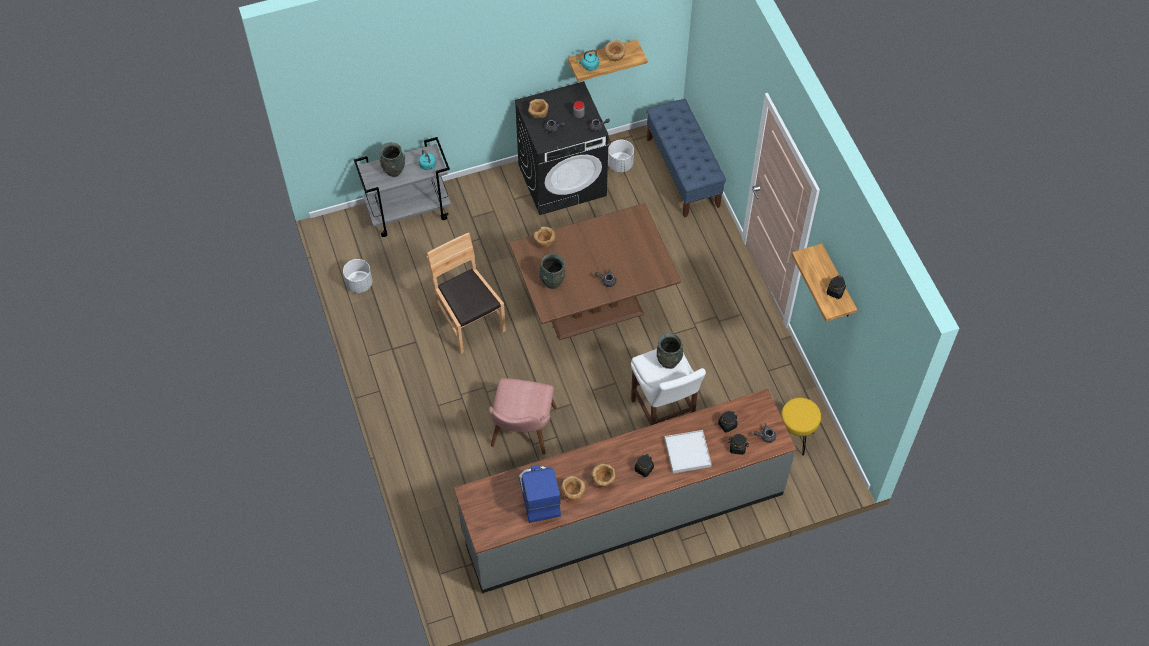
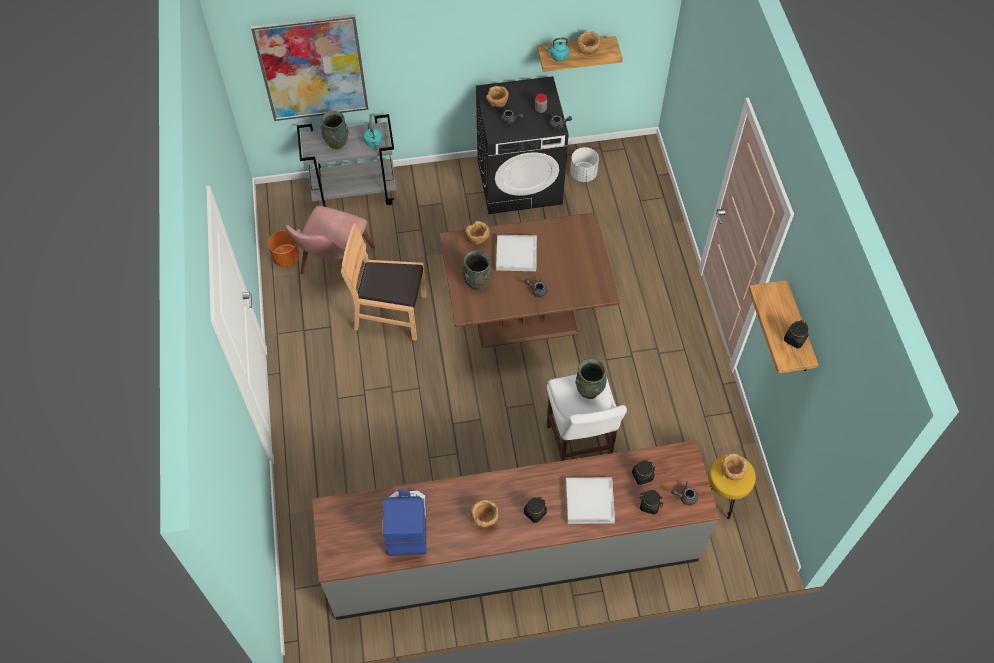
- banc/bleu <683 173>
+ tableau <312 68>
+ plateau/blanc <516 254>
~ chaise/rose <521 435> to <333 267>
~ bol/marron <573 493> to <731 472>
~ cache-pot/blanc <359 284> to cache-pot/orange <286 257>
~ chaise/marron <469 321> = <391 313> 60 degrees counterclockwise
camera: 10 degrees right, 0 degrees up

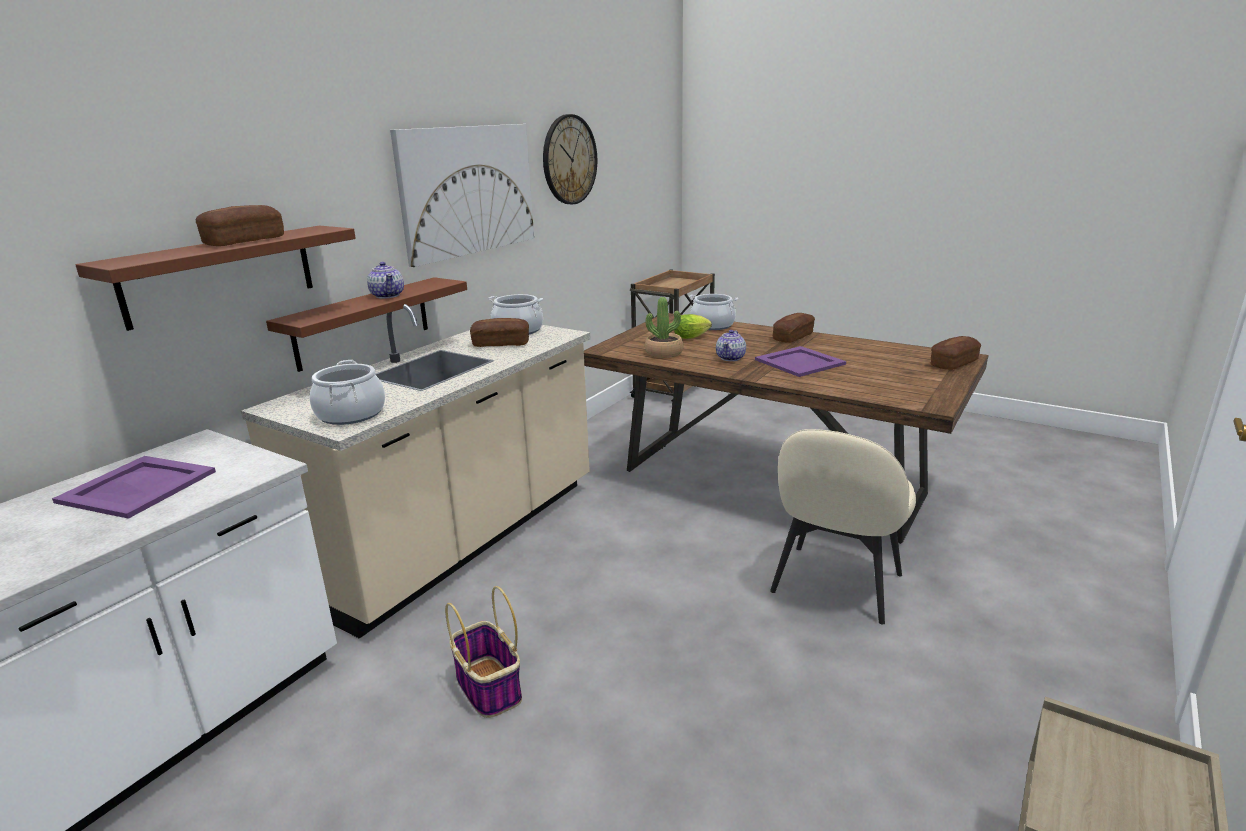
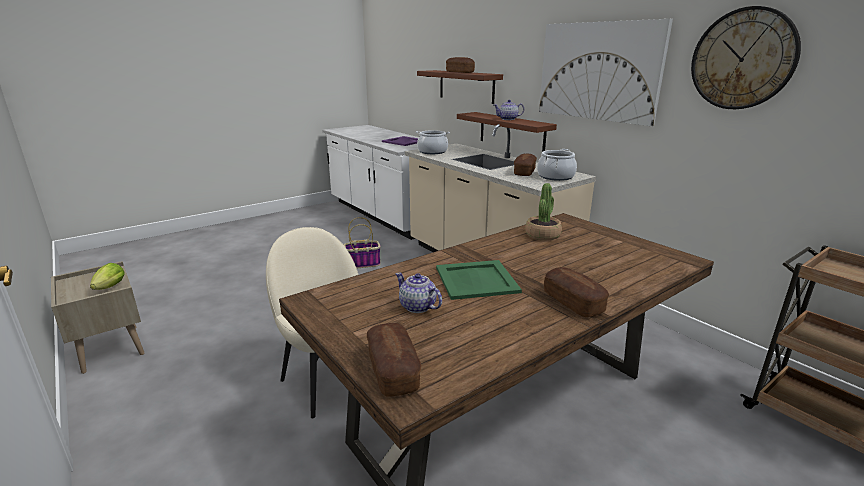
- marmite <712 325>
~ laitue <693 337> to <109 288>
~ théière <731 358> to <418 307>
~ plateau/violet <799 362> to plateau/vert <477 280>
camera: 110 degrees right, 0 degrees up

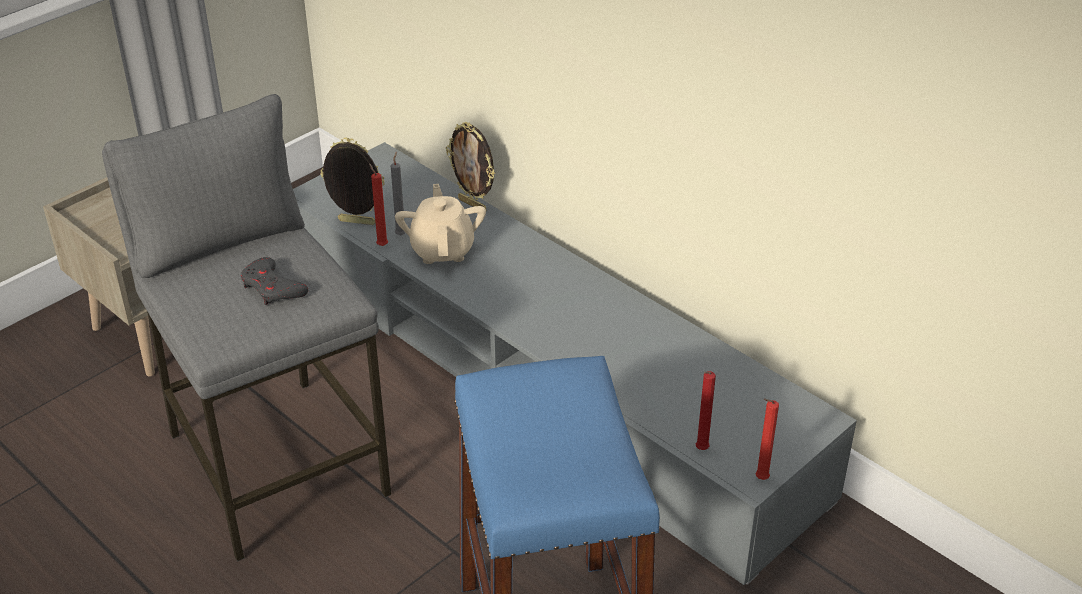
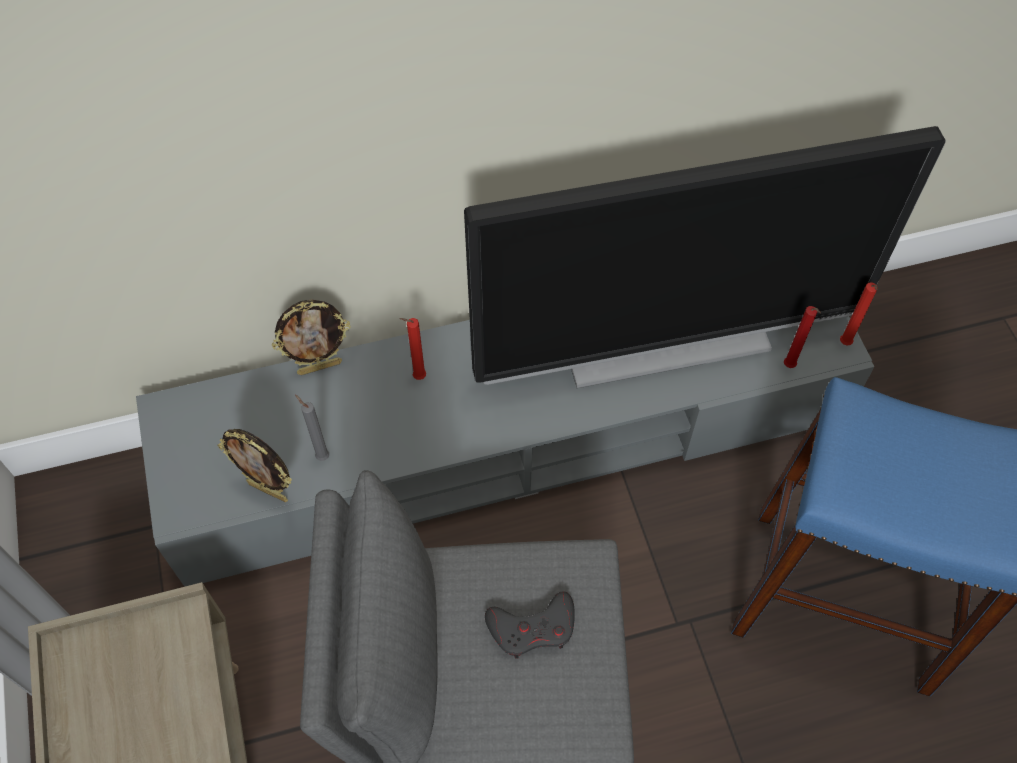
- théière/beige <442 250>
+ téléviseur <665 343>
~ bougie/rouge <381 245> to <417 377>
~ cadre photo <356 223> = <269 490> 105 degrees counterclockwise
camera: 60 degrees left, 20 degrees up

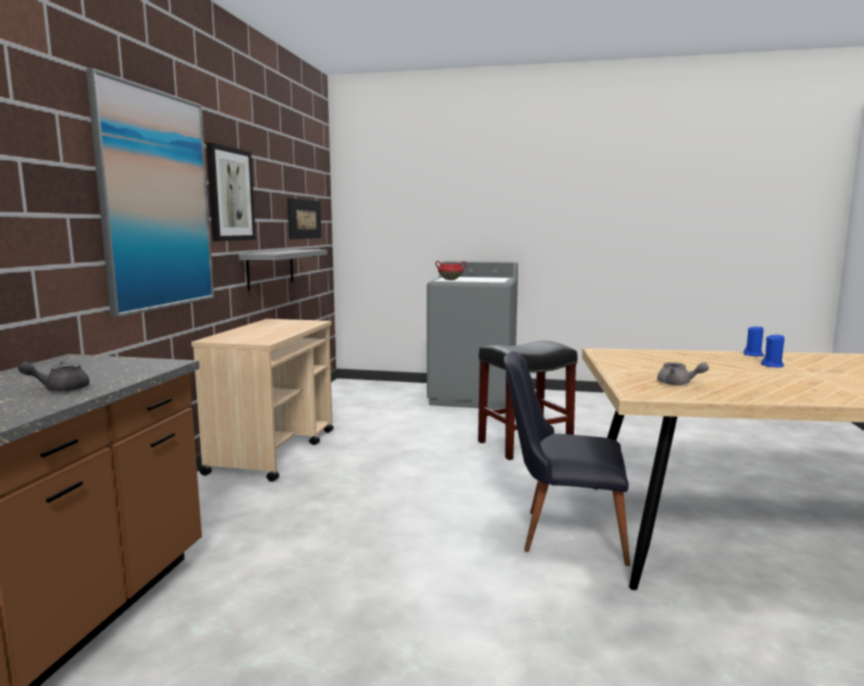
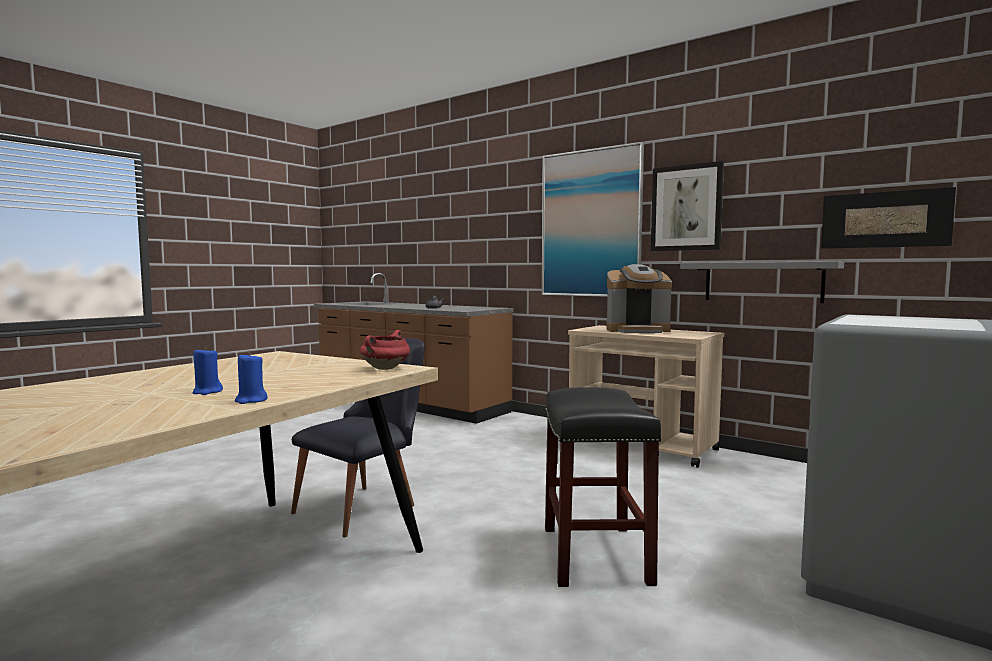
- théière/gris <678 383>
+ machine à café <637 330>
~ marmite/rouge <451 280> to <385 369>
camera: 115 degrees right, 5 degrees down

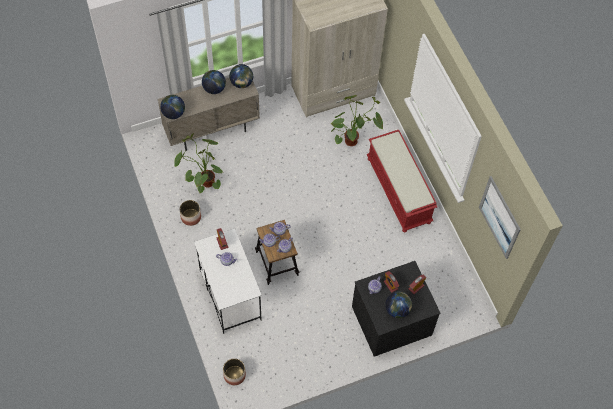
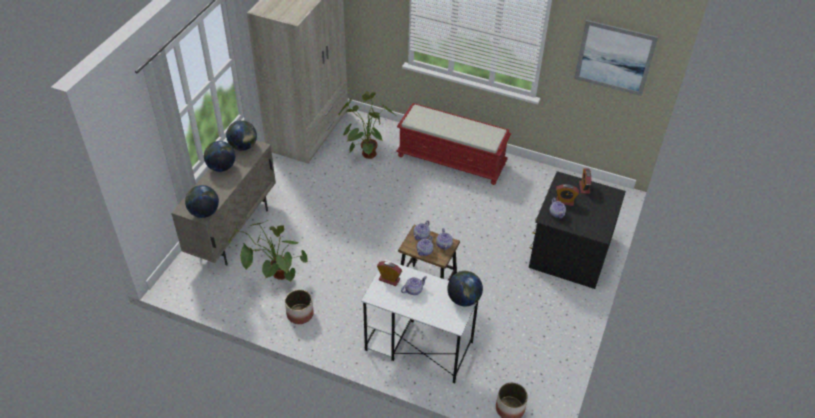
~ globe <397 310> to <464 299>
camera: 45 degrees left, 15 degrees down

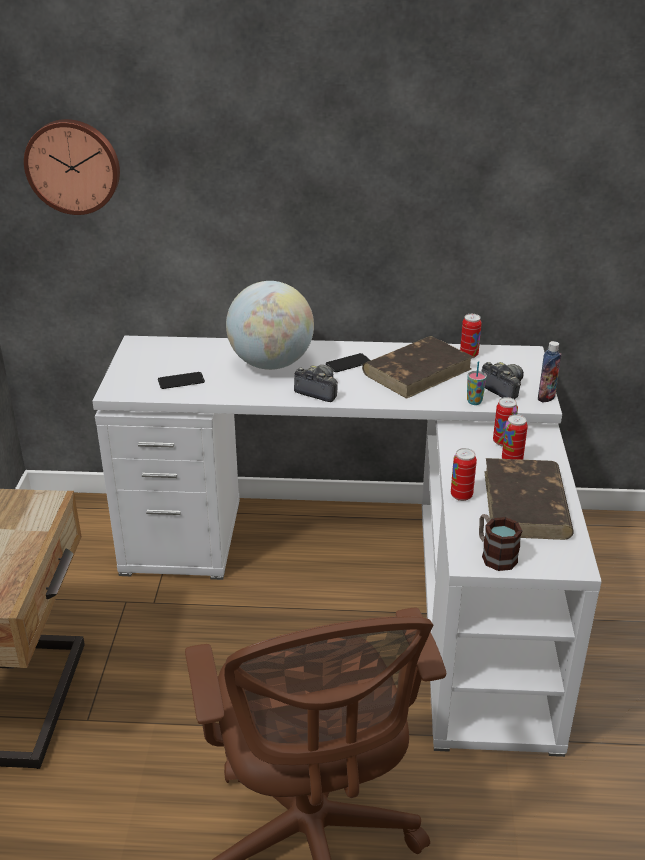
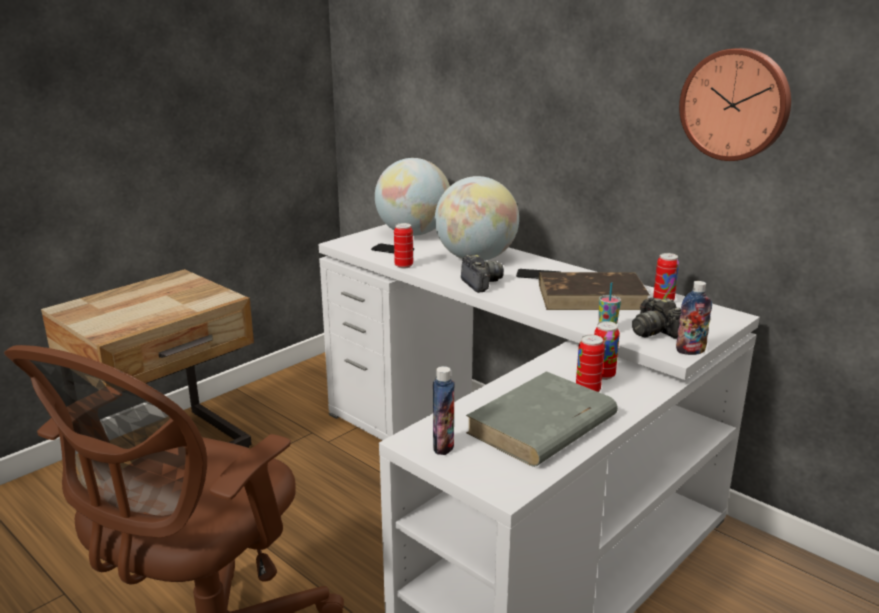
+ globe <413 233>
~ horloge murale <73 166> to <735 104>
~ boîte métallique <461 496> to <403 266>
~ mug <494 555> to bouteille <443 446>
~ livre/marron <526 505> to livre/gris <541 426>
~ appareil photo <503 389> = <654 331> 150 degrees clockwise
camera: 40 degrees right, 10 degrees down

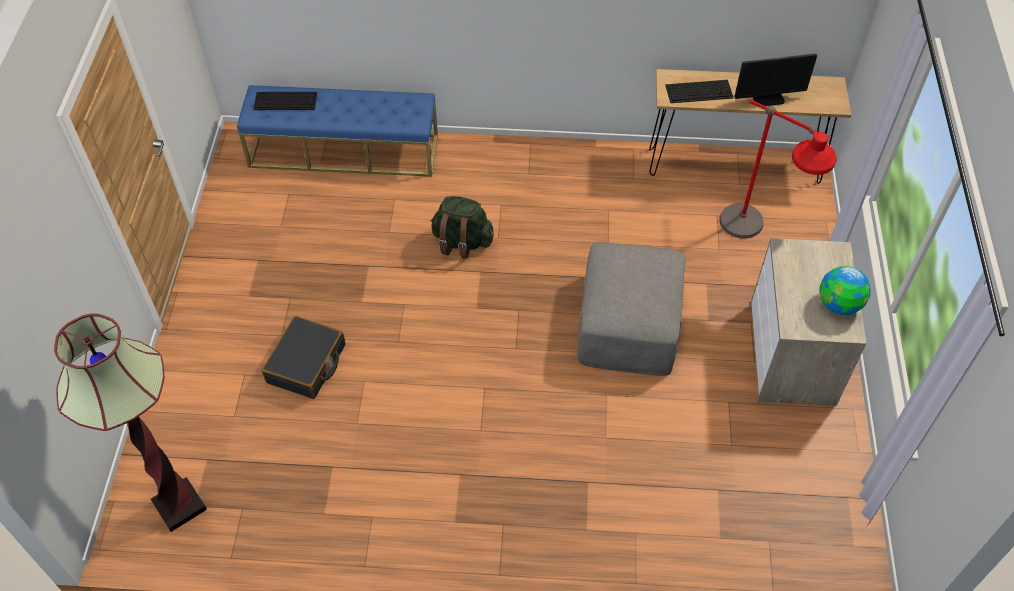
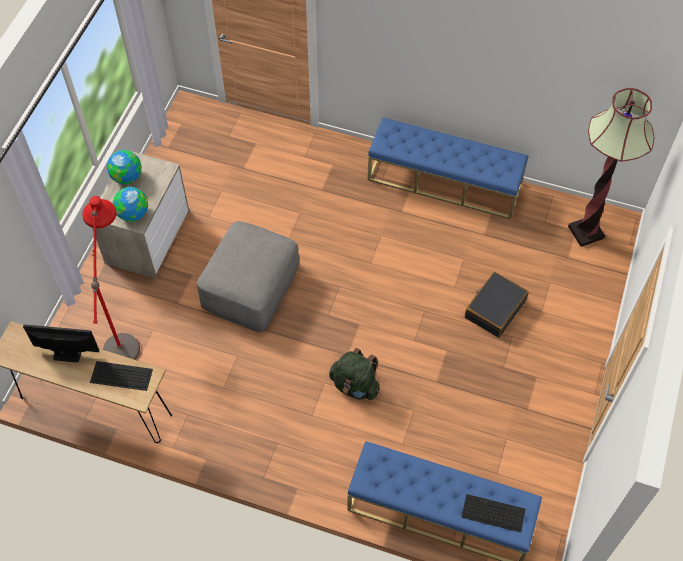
+ globe <133 214>
+ banc/bleu <444 182>
camera: 165 degrees left, 5 degrees up

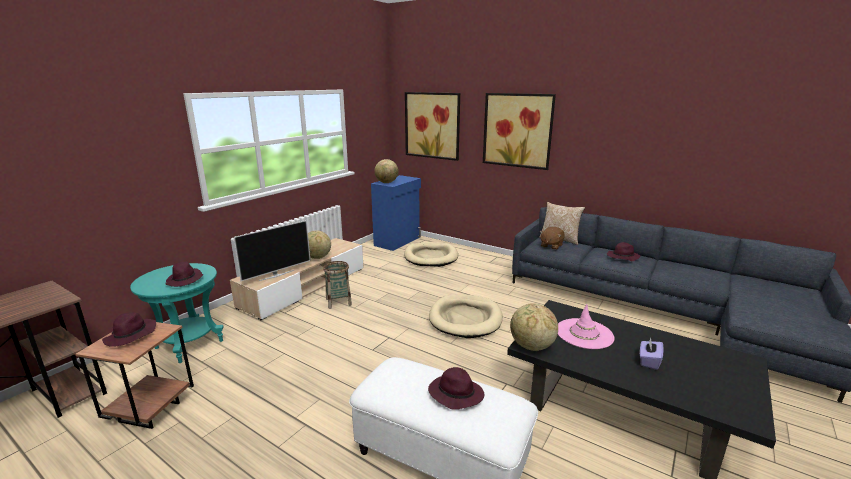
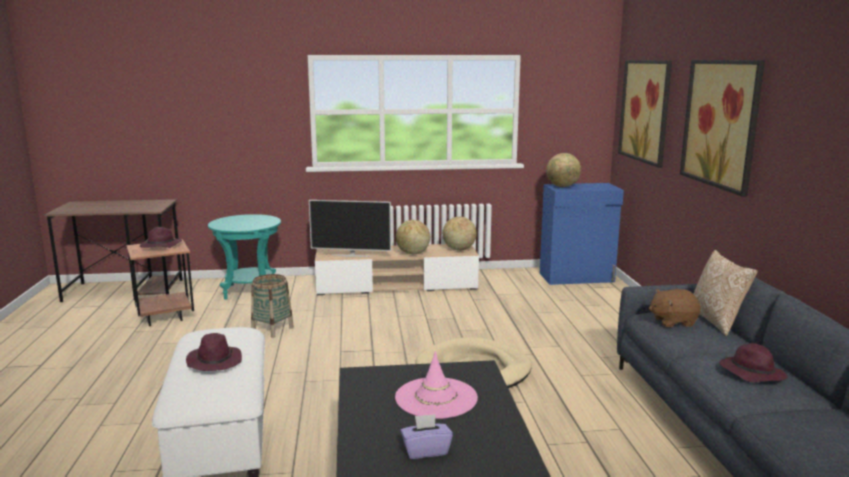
- chapeau/violet <185 280>
- panier pour chien/beige <431 257>
~ panier <338 302> to <272 329>
~ globe <531 346> to <459 249>
camera: 50 degrees right, 5 degrees down

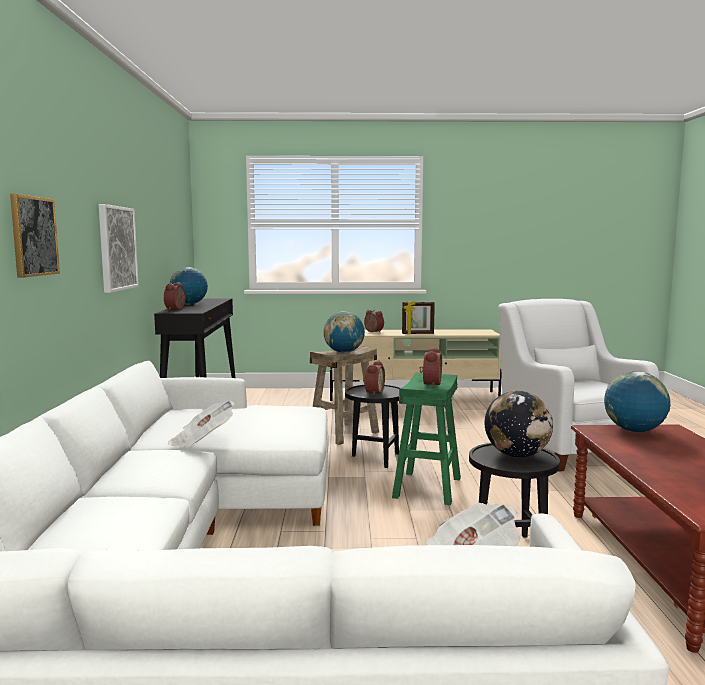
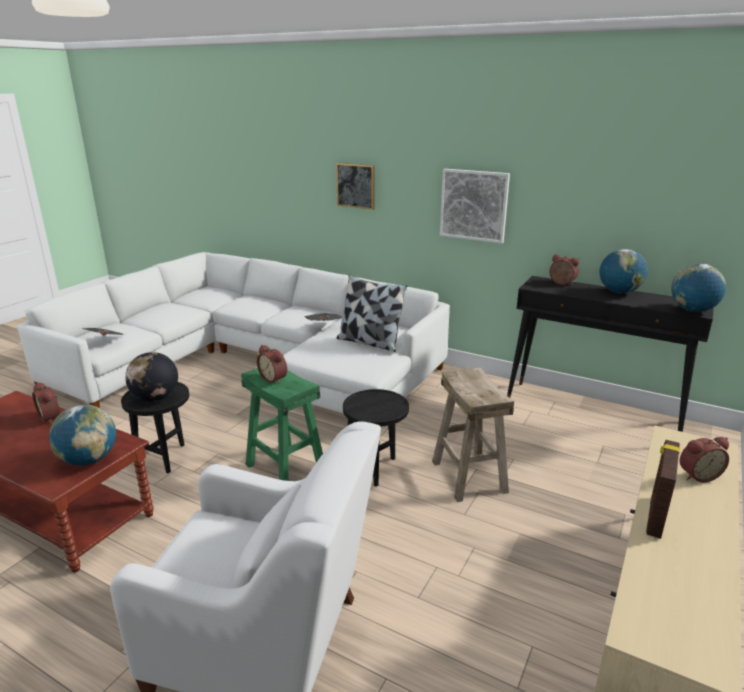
+ coussin <369 342>
~ globe <344 352> to <692 310>
~ réveil <373 392> to <52 417>
camera: 120 degrees right, 15 degrees up

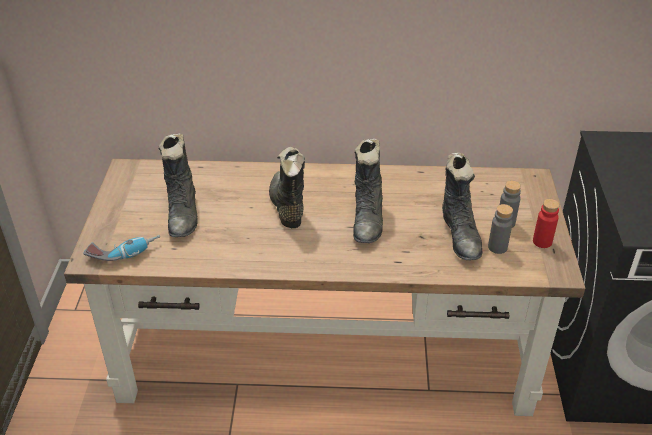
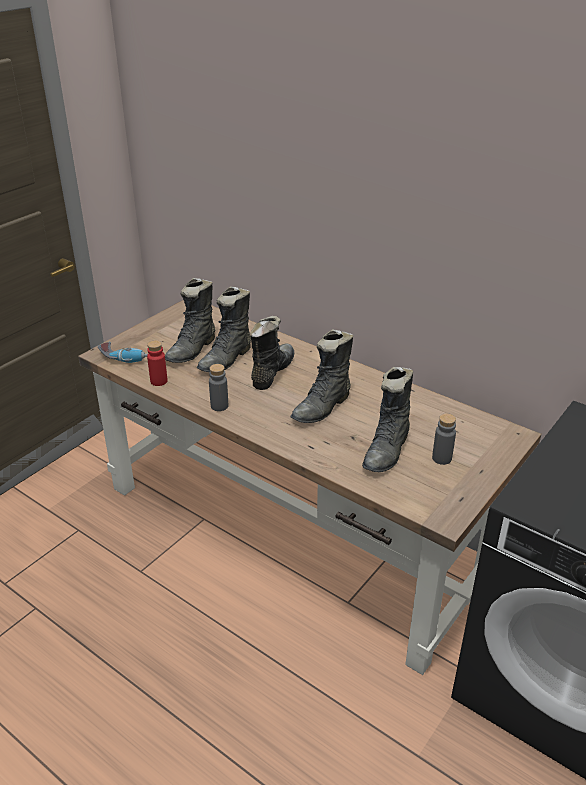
+ botte/noir <227 359>
~ bouteille/gris <497 247> to <219 406>
~ bouteille/rouge <542 242> to <159 381>
camera: 35 degrees right, 5 degrees down

